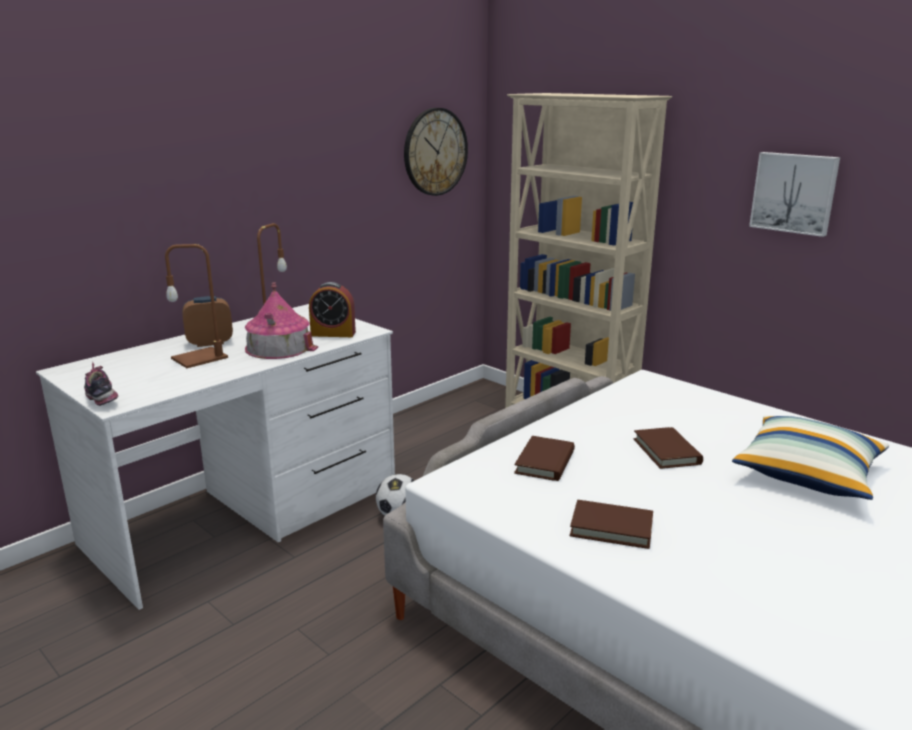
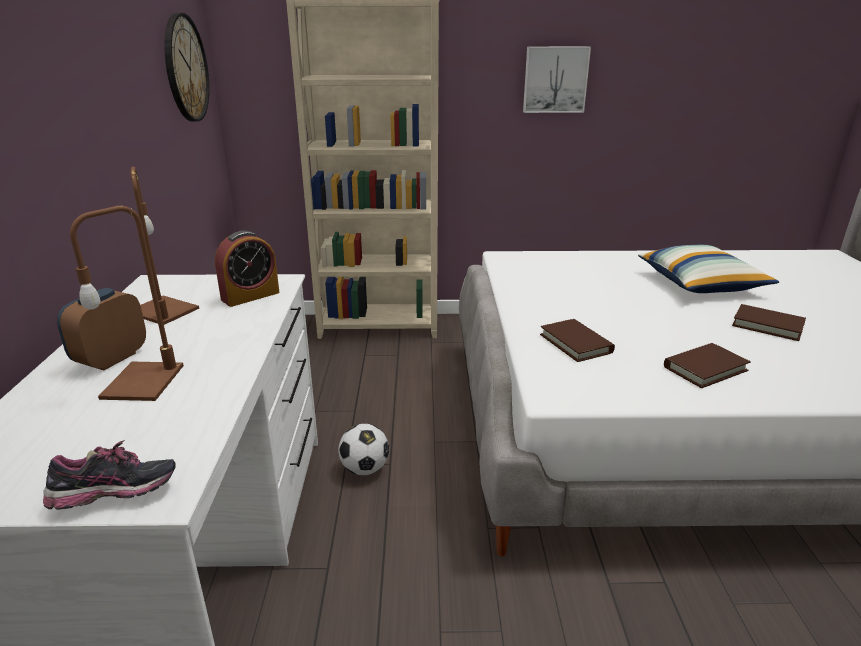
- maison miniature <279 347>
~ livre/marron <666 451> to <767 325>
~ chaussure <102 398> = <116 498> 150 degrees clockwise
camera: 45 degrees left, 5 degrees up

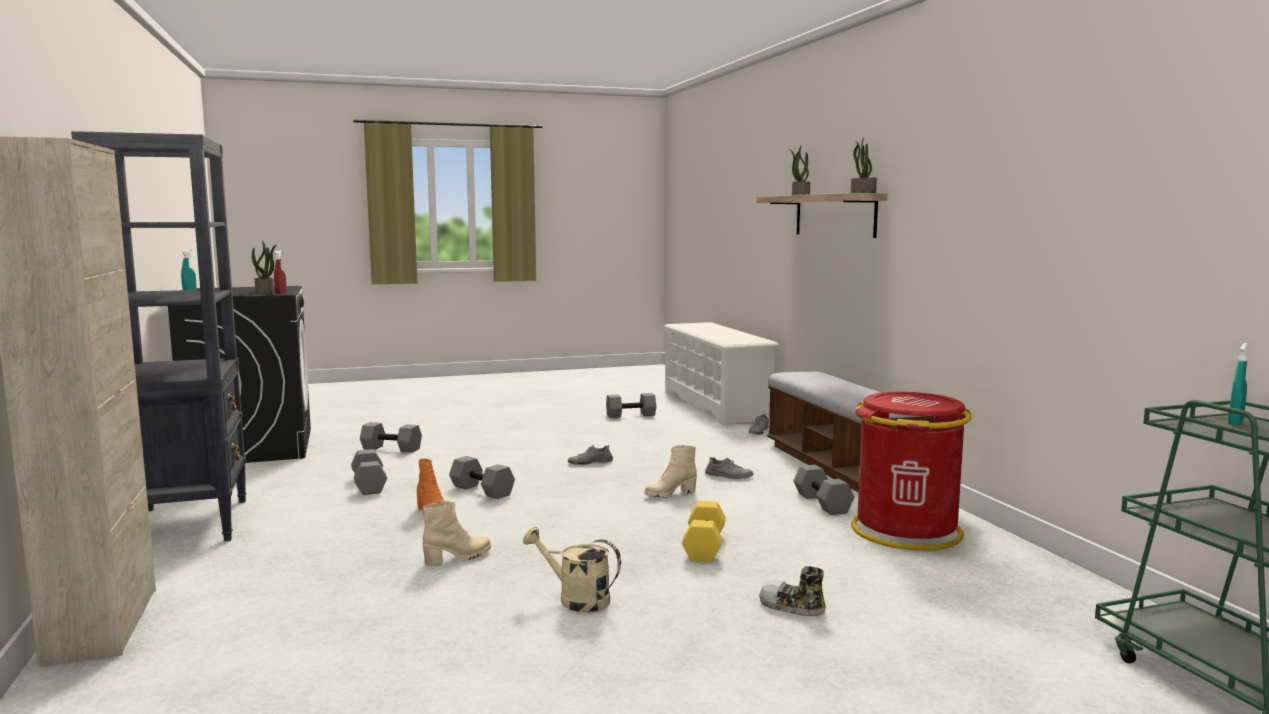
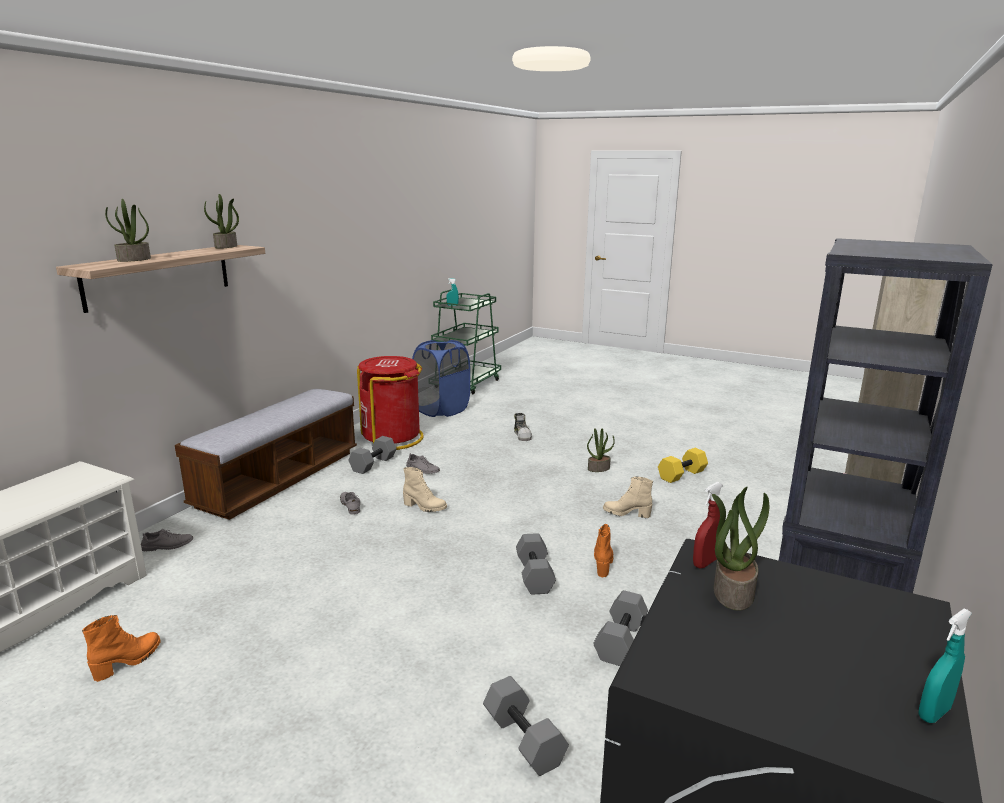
+ panier à linge/bleu <442 410>
~ chaussure/gris <590 462> to <422 469>
~ haltère/jaune <703 546> to <682 475>
~ arrosoir/beige <576 599> to plante en pot <598 468>
~ haltère/gris <631 415> to botte/orange <128 661>
camera: 135 degrees left, 10 degrees up

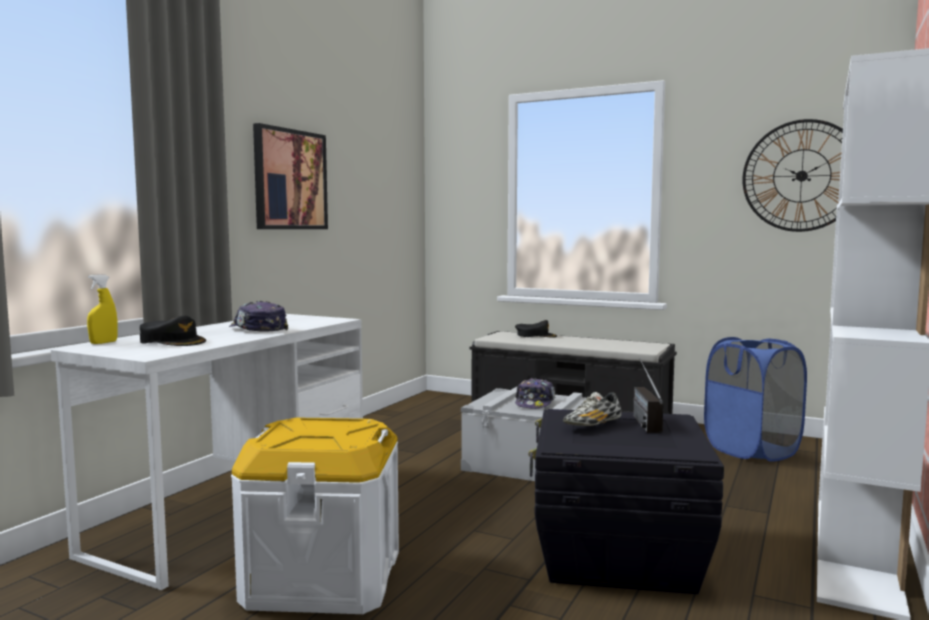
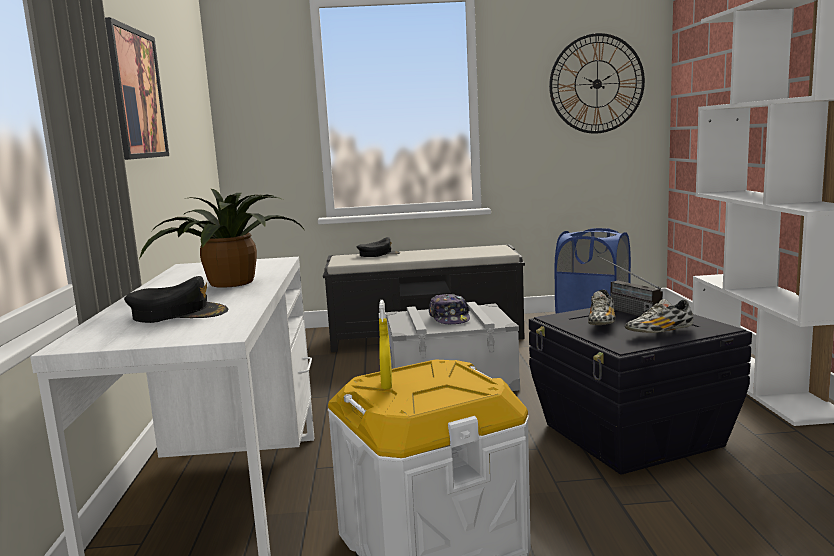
+ chaussure <659 332>
~ vaporisateur/jaune <103 342> to <387 385>
~ casquette <258 329> to plante en pot <229 284>
camera: 30 degrees left, 5 degrees up

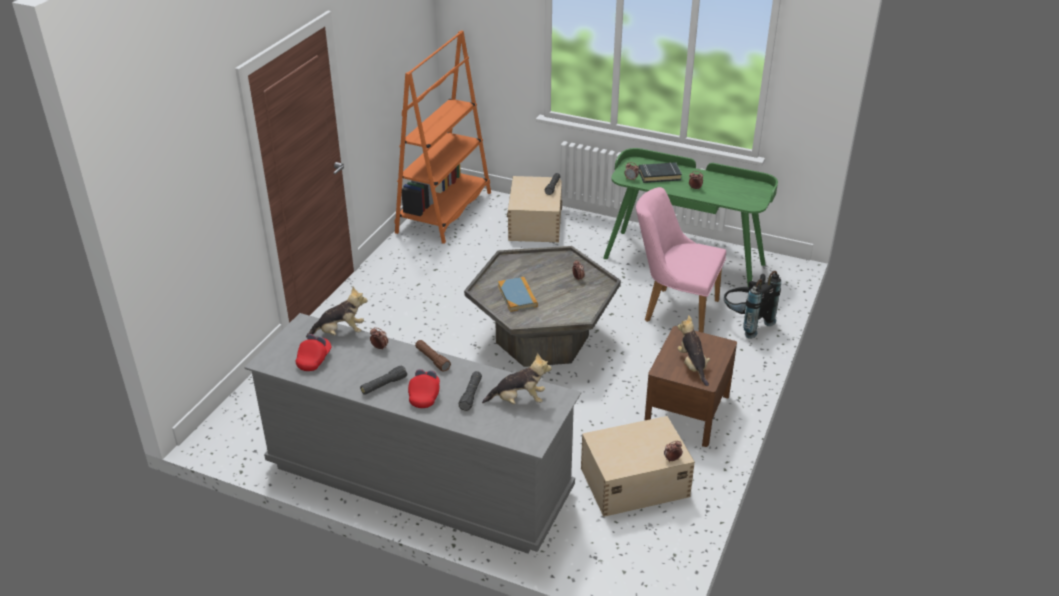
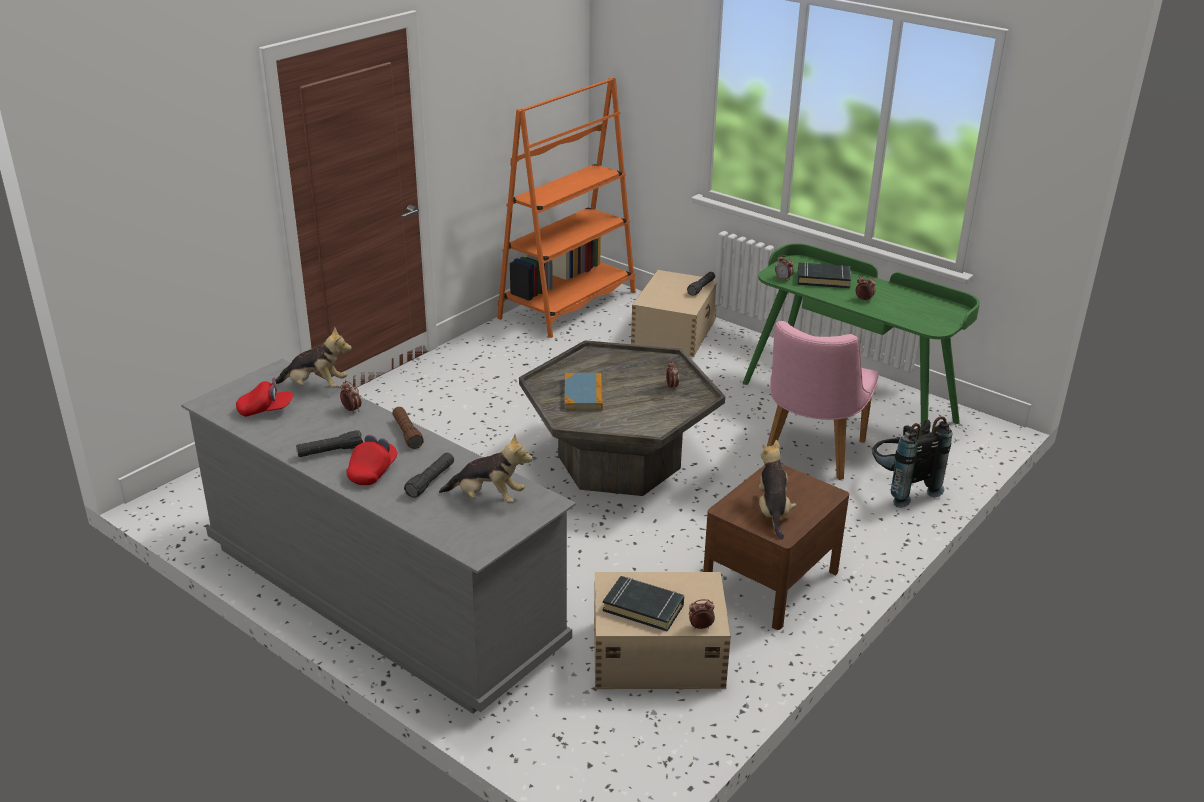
+ livre/noir <643 607>
~ casquette/rouge <314 360> = <266 410> 45 degrees clockwise
~ chaise/rose <674 309> = <809 455> 105 degrees counterclockwise
camera: 15 degrees right, 5 degrees down

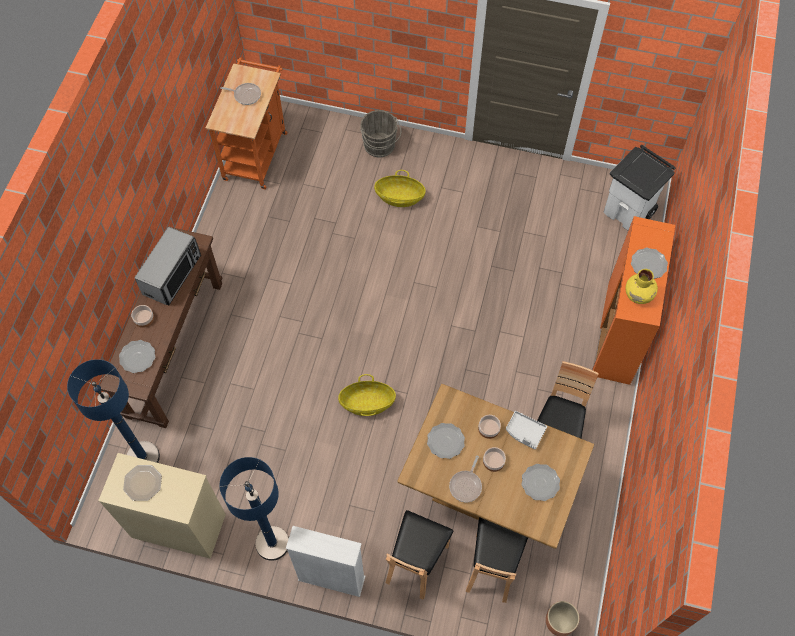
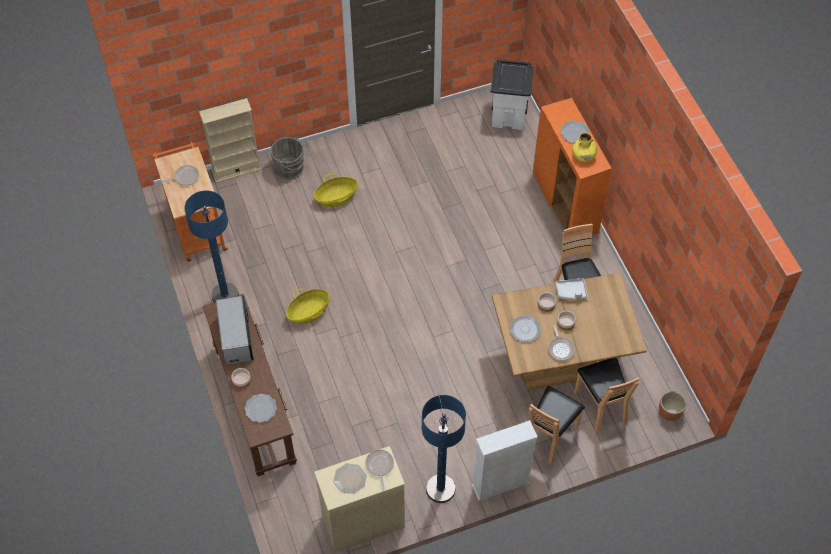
- assiette <540 483>
+ bibliothèque/beige <236 170>
+ poêle <379 466>
~ lampadaire/bleu <143 457> to <225 295>
~ panier <367 403> to <308 312>
~ chaise/marron <416 562> = <549 436> 45 degrees clockwise
camera: 35 degrees left, 5 degrees down

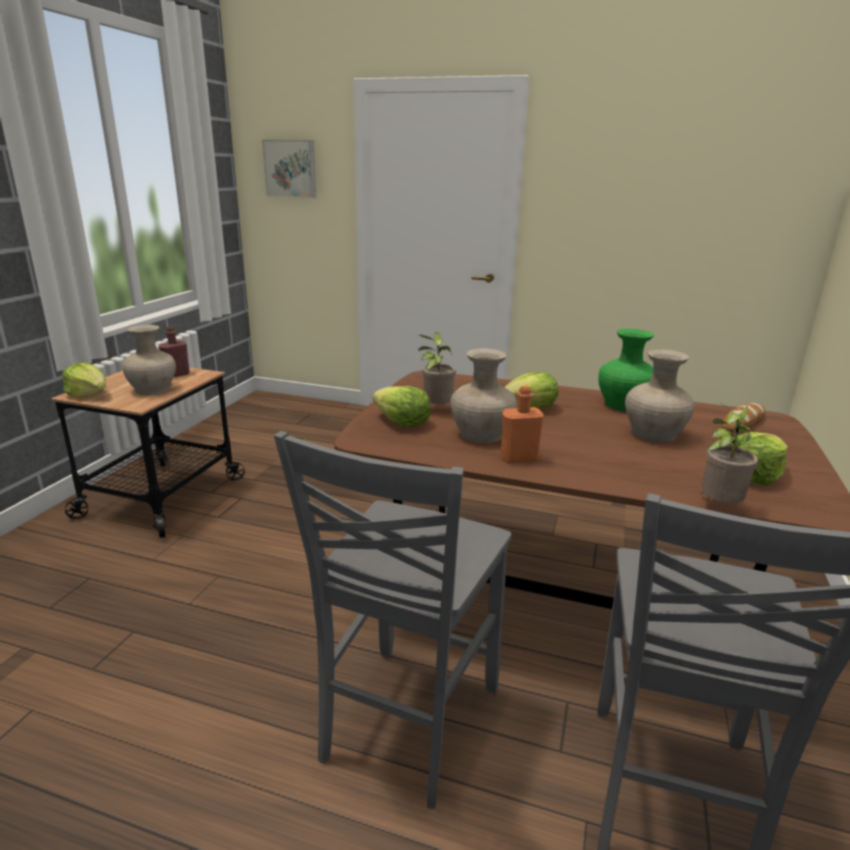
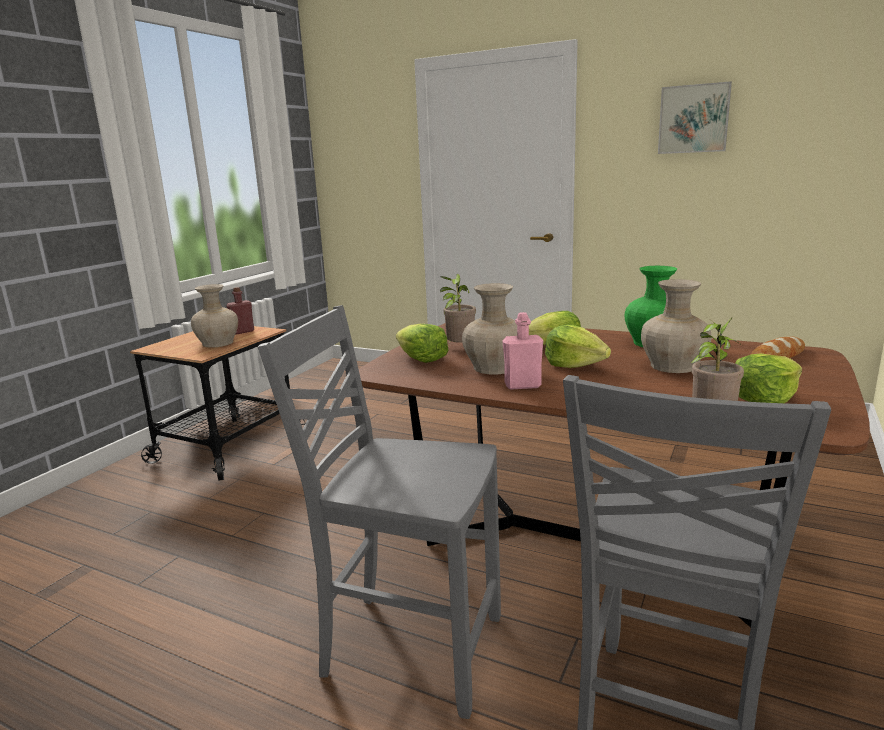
~ laitue <89 394> to <574 365>
~ tableau <291 169> to <694 119>
~ bouteille/orange <519 458> to bouteille/rose <522 385>
~ chaise/gris <406 723> = <409 646> 75 degrees clockwise
camera: 10 degrees right, 5 degrees down

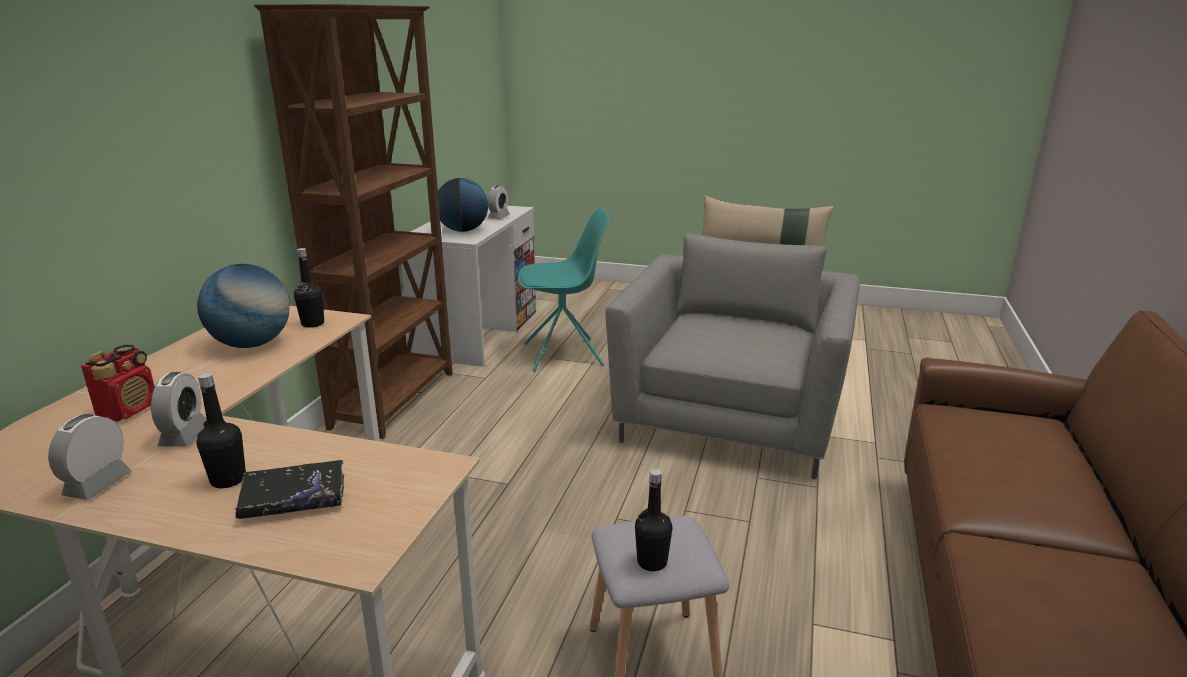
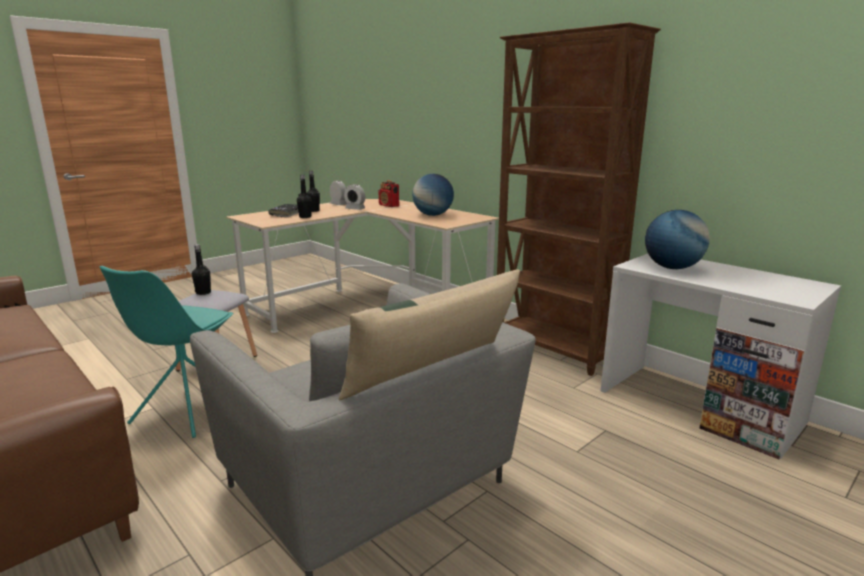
- réveil <499 217>
~ bouteille/noir <313 324> to <305 217>
~ chaise/turquoise <565 354> to <187 411>
camera: 120 degrees right, 5 degrees down

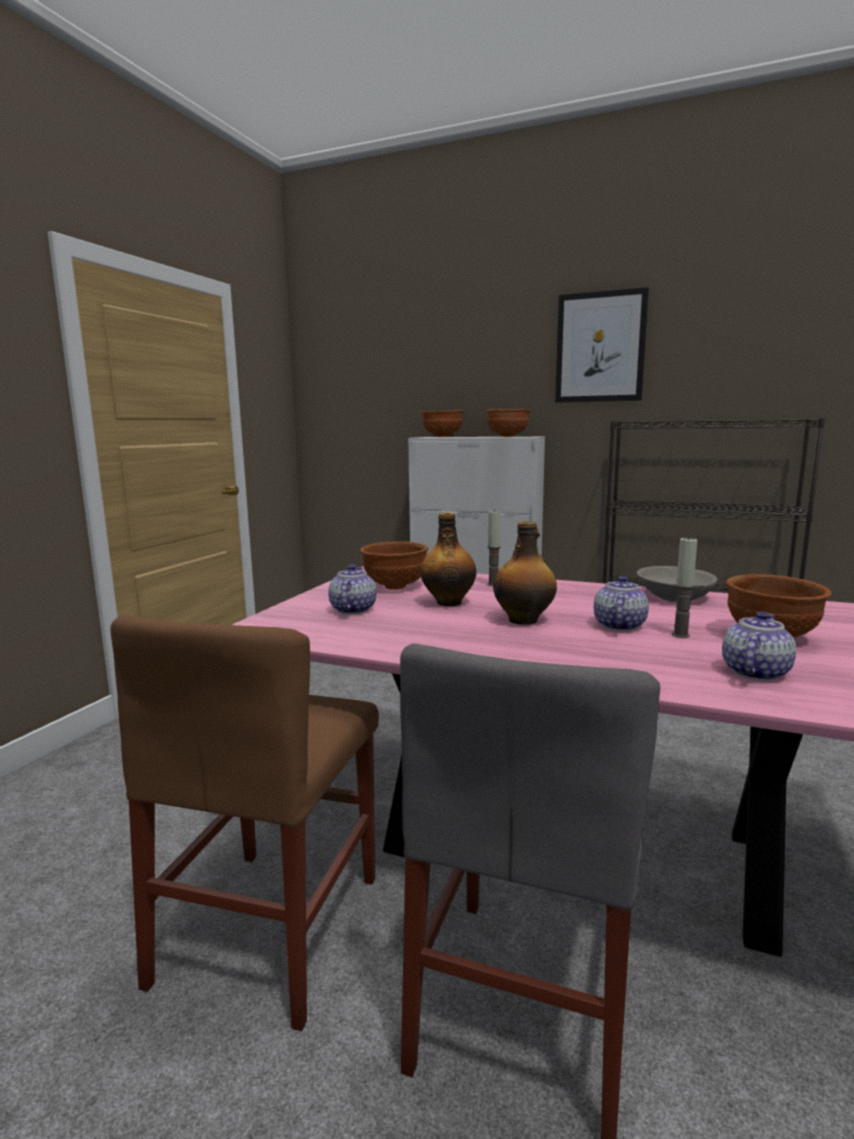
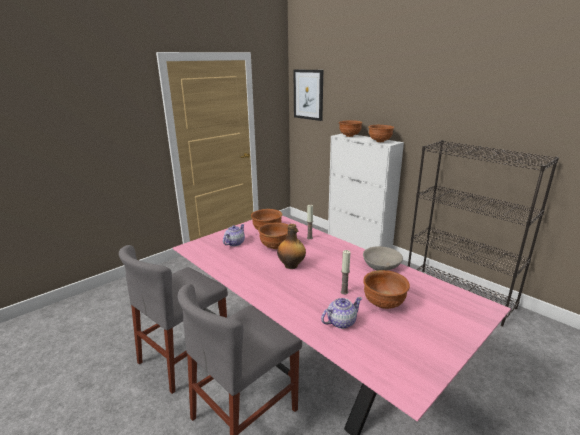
- théière <618 625>
~ tableau <600 347> to <308 94>
~ bouteille <448 602> to bol/marron <276 246>
~ chaise/marron <270 927> to chaise/gris <184 356>
camera: 25 degrees right, 10 degrees up

